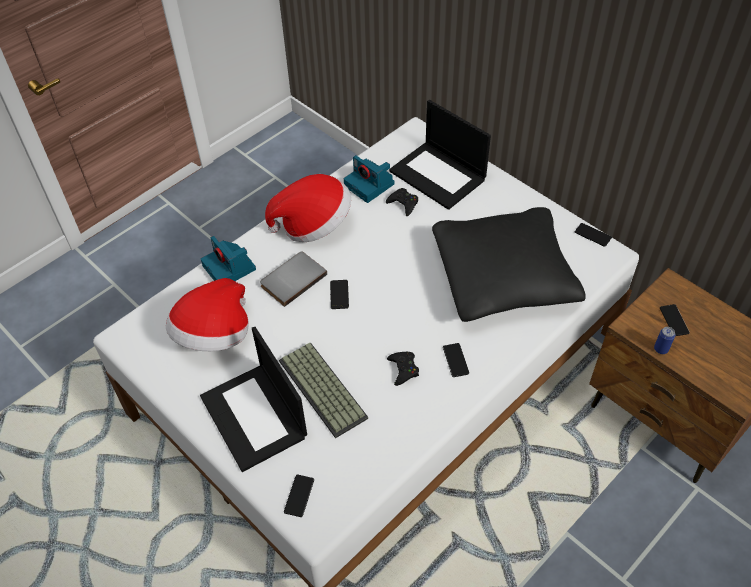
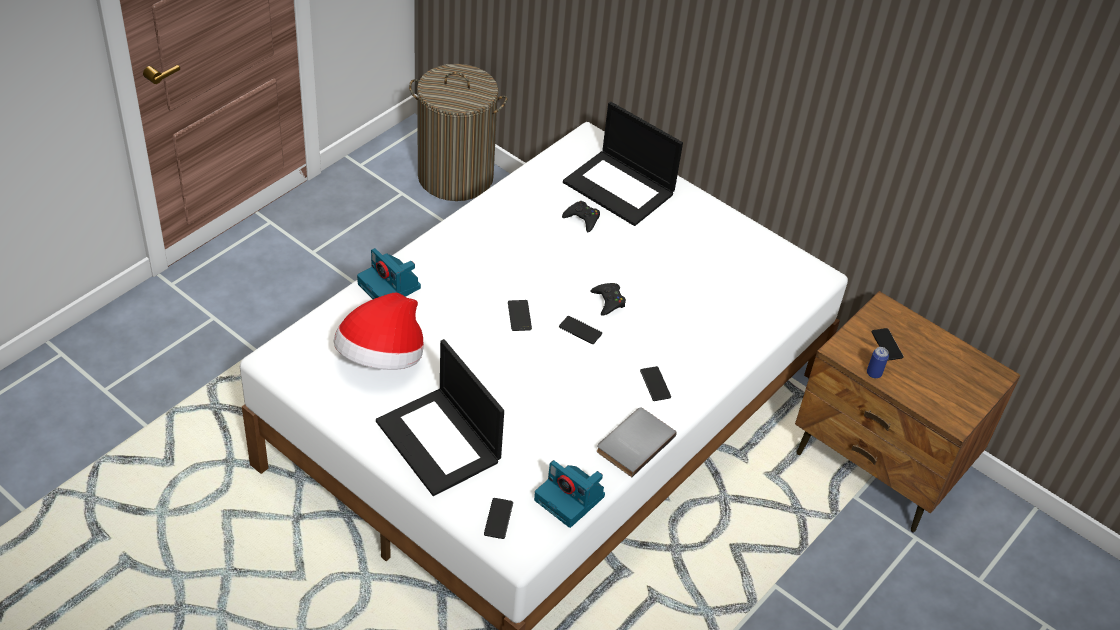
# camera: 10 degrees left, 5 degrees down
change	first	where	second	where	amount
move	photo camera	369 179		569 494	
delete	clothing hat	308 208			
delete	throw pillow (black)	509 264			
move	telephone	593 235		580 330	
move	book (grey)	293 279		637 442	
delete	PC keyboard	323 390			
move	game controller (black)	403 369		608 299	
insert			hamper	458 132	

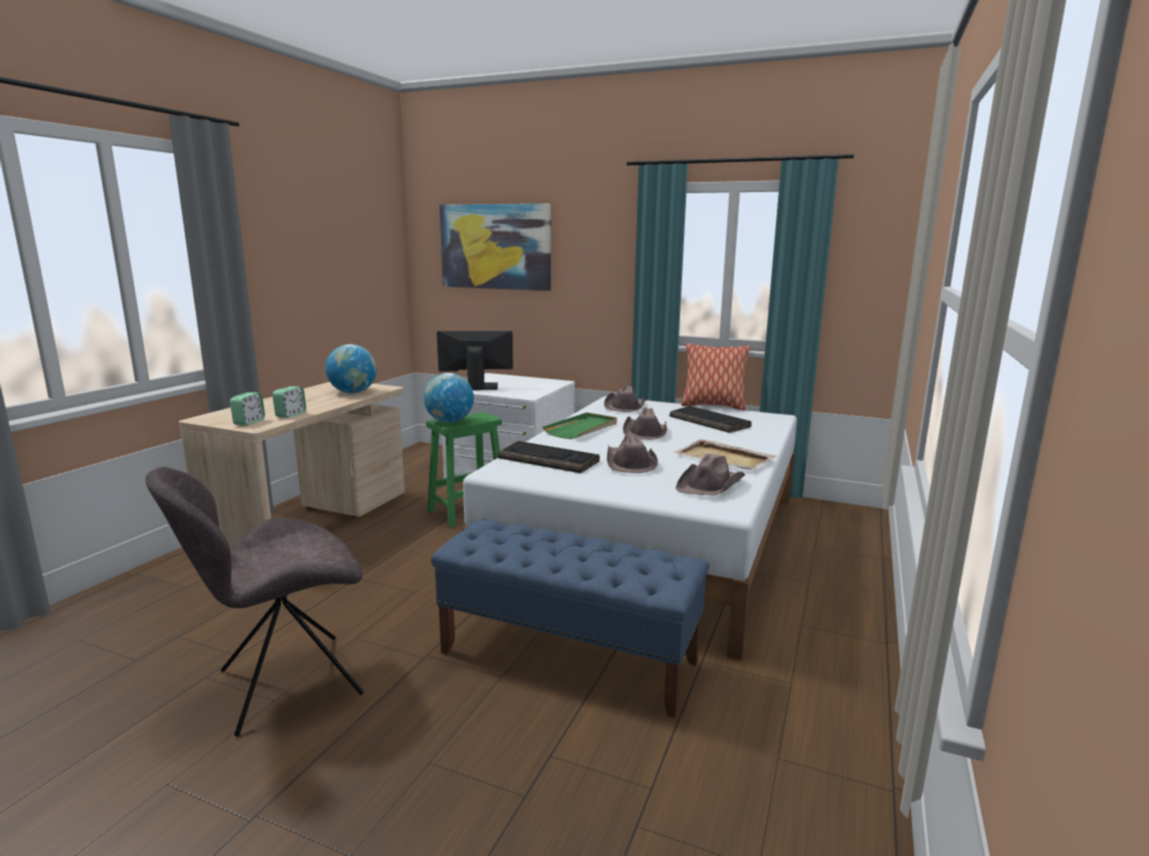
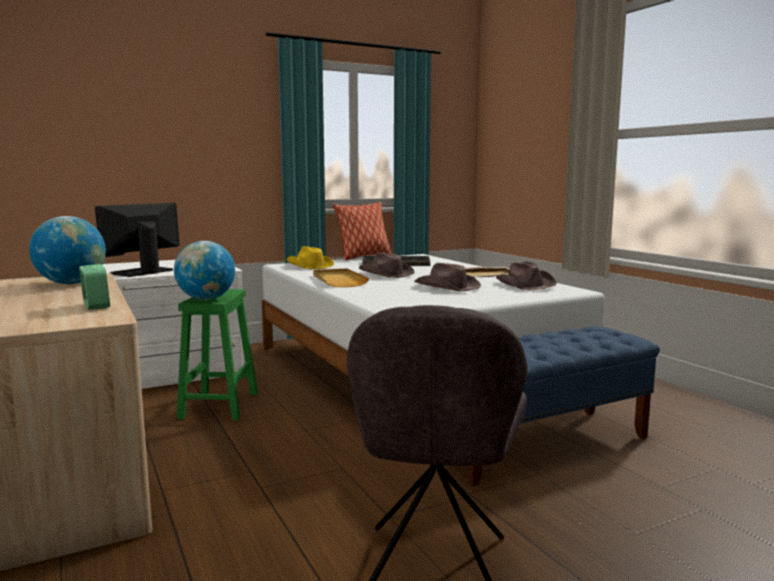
# camera: 50 degrees left, 5 degrees down
change	first	where	second	where	amount
delete	wall art	495 247			
recolor	clothing hat (brown)	624 398	clothing hat (yellow-coloured)	310 257	
delete	bedside clock	247 409			
recolor	carrying tray (green-coloured)	580 425	carrying tray (beige)	341 278	
delete	PC keyboard	549 457			

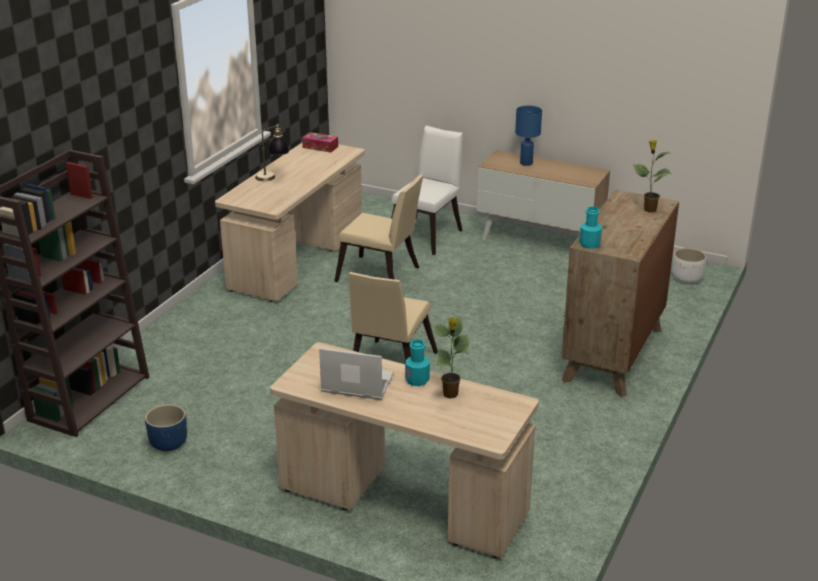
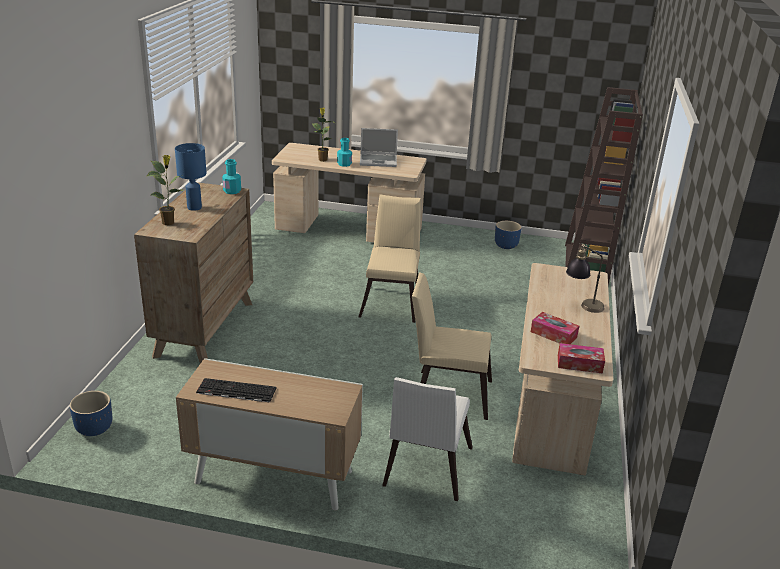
# camera: 165 degrees right, 0 degrees up
change	first	where	second	where	amount
move	lamp for a table (blue)	528 136		191 177	
recolor	flower pot (white)	689 266	flower pot (blue)	91 413	
insert			tissue holder	555 328	
insert			PC keyboard	236 390	

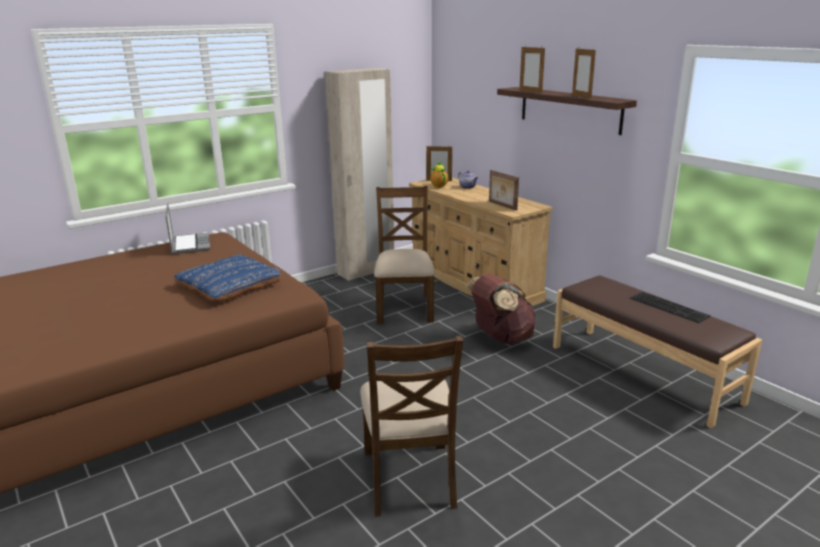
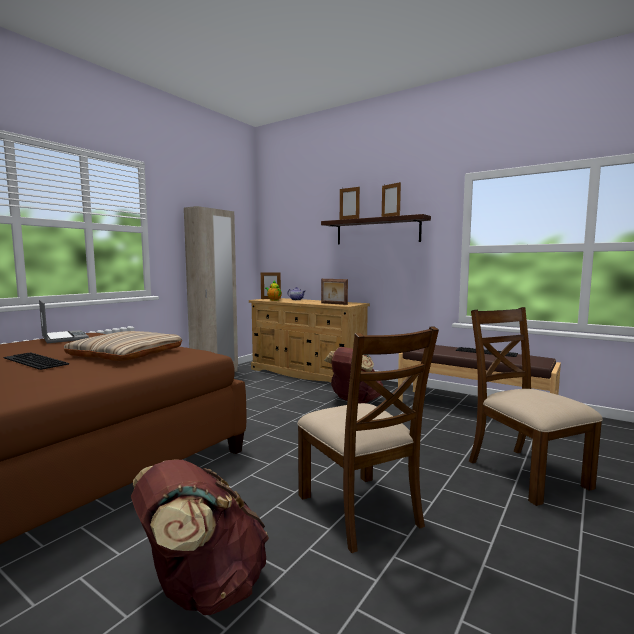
# camera: 20 degrees left, 15 degrees down
change	first	where	second	where	amount
move	plain chair (brown)	404 255		536 406	
recolor	throw pillow (blue)	228 278	throw pillow (beige)	123 346	
insert			PC keyboard	36 361	
insert			backpack (brown)	200 537	

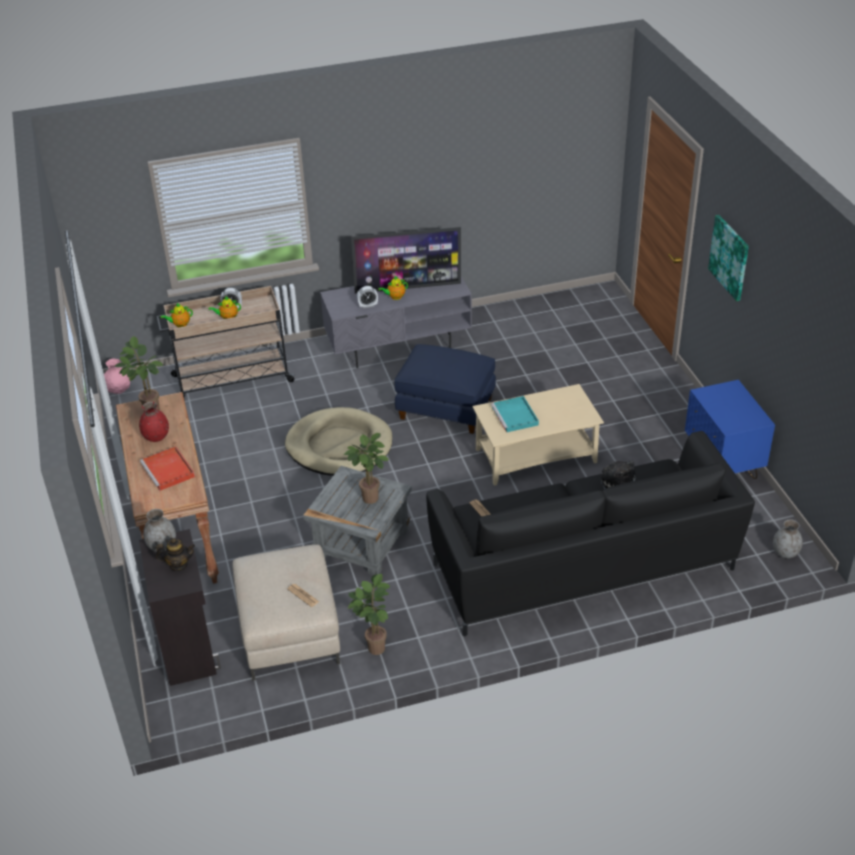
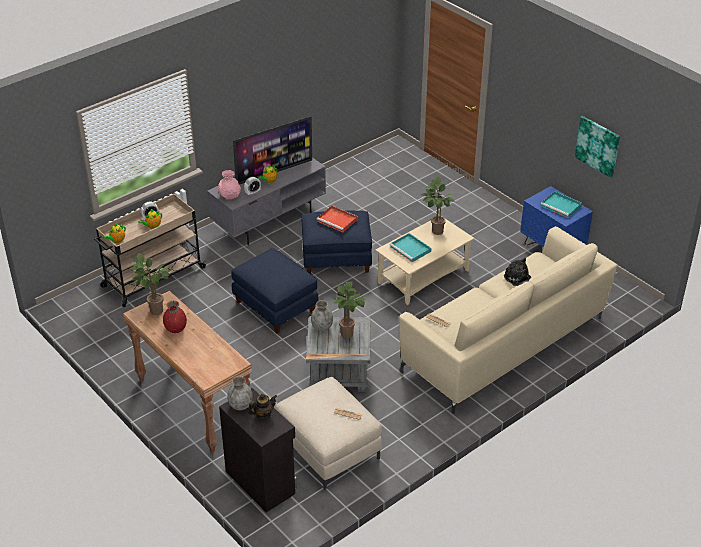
# camera: 25 degrees left, 0 degrees up
change	first	where	second	where	amount
move	wall art	728 258		597 147	
move	decorative vase (pinkish)	117 376		229 184	
replace	pet bed (beige)	338 441	footrest (blue)	274 290	
recolor	sofa (black)	590 533	sofa (beige)	508 320	
move	carrying tray (red)	167 468		337 219	
move	decorative vase (grey)	788 538		322 315	
move	potted plant	369 614		437 206	
insert			carrying tray (turquoise-coloured)	561 204	

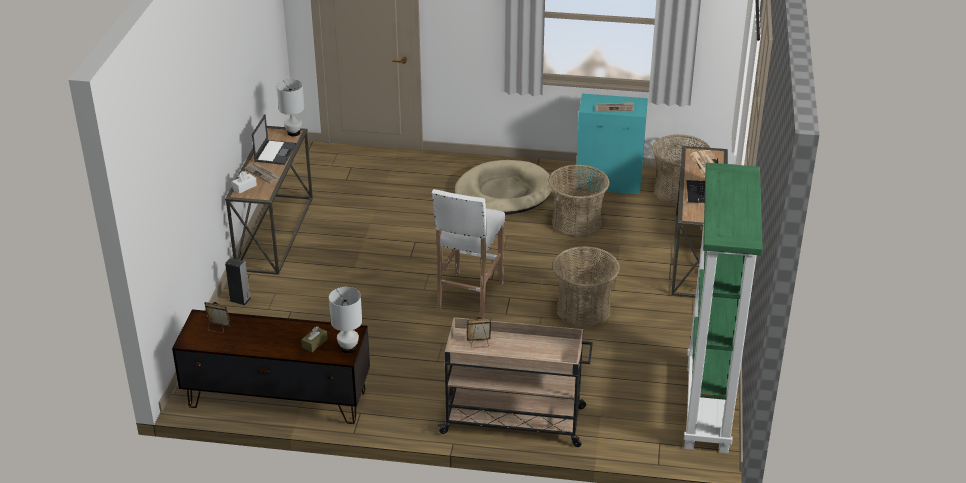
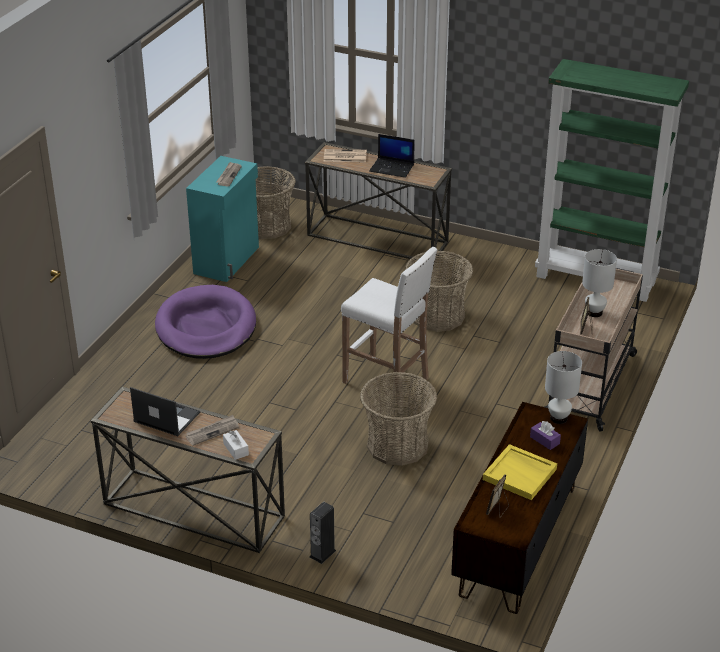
# camera: 75 degrees left, 0 degrees up
change	first	where	second	where	amount
move	lamp for a table (white)	290 107		599 283	
recolor	pet bed (beige)	504 187	pet bed (purple)	205 322	
move	storage basket	579 201		398 419	
recolor	tissue holder (brown)	314 339	tissue holder (purple)	545 435	
insert			carrying tray (yellow-coloured)	520 472	

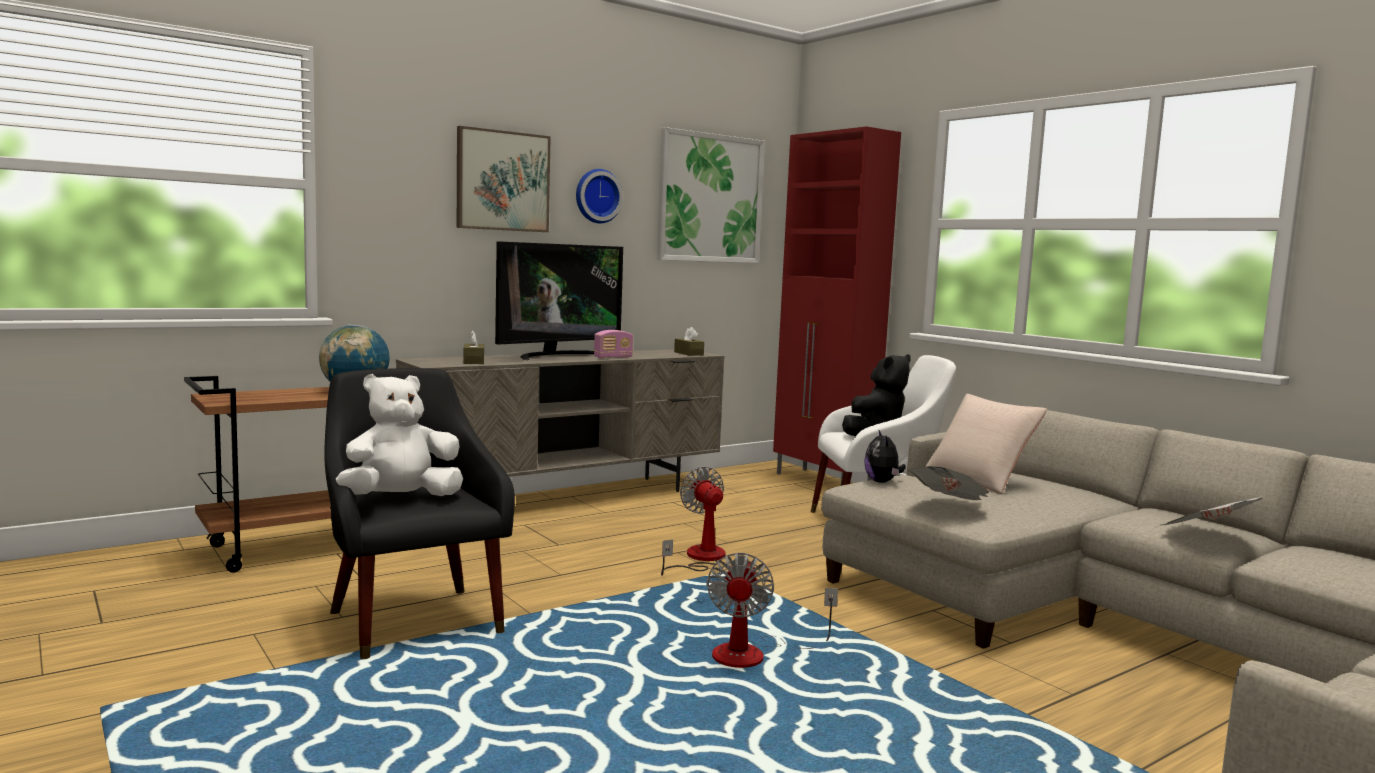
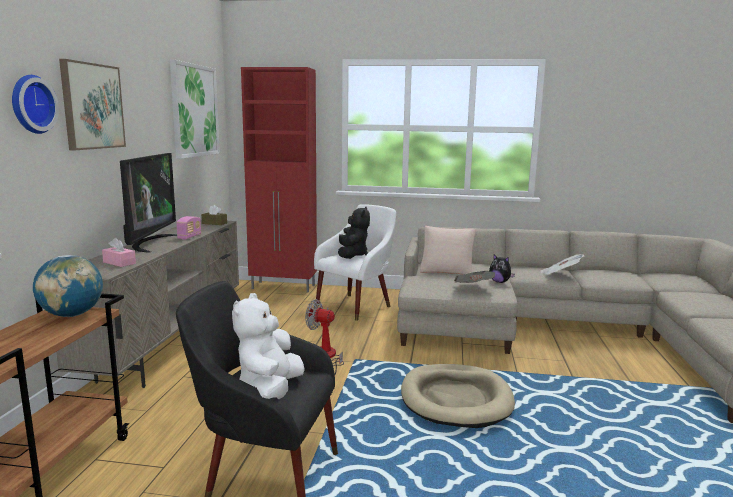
# camera: 45 degrees left, 5 degrees up
change	first	where	second	where	amount
move	hanging clock	599 196		35 104	
recolor	tissue holder (brown)	474 347	tissue holder (pinkish)	119 252	
move	soft toy	885 456		502 269	
replace	fan	772 610	pet bed (beige)	458 396	

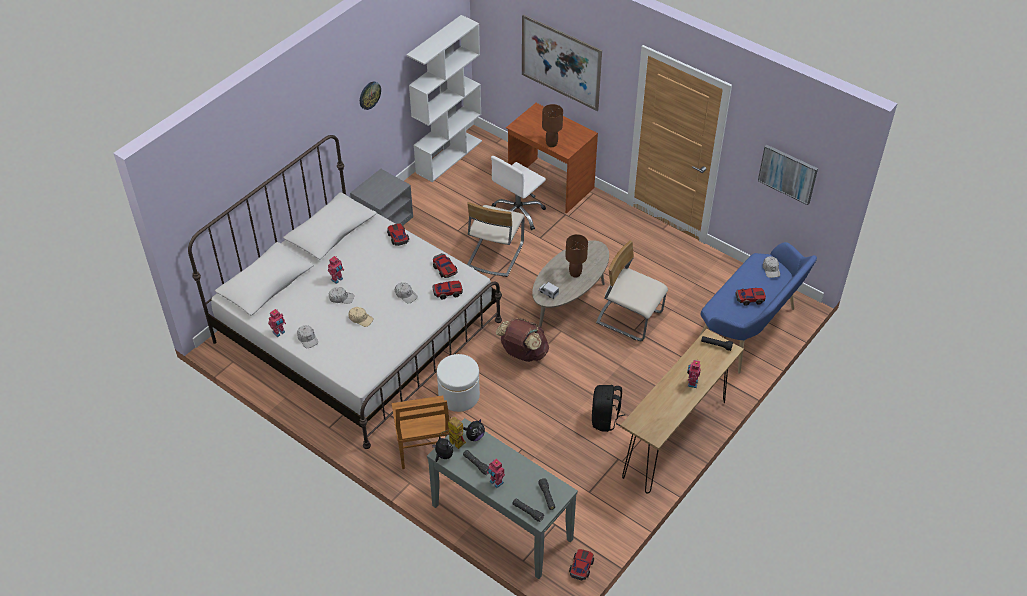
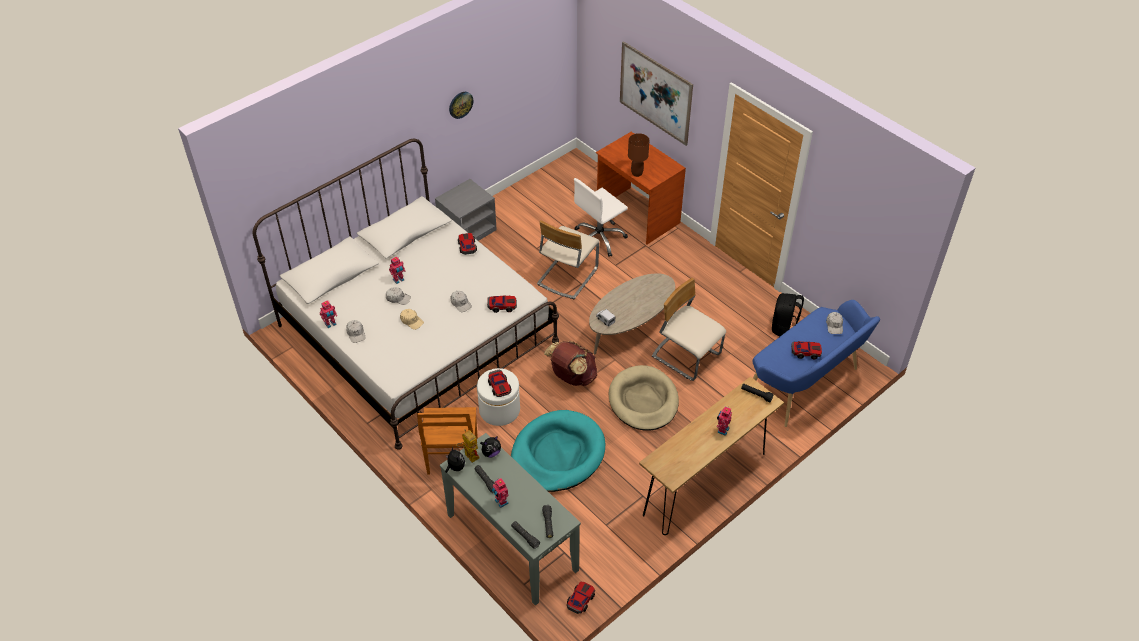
# camera: 10 degrees right, 0 degrees up
change	first	where	second	where	amount
delete	bookcase (white)	444 98			
delete	wall art	788 174			
delete	lamp for a table (brown)	576 256			
move	miniature car	445 265		499 383	
move	backpack (black)	608 408		788 314	
insert			pet bed (beige)	644 398	
insert			pet bed (turquoise-coloured)	558 451	

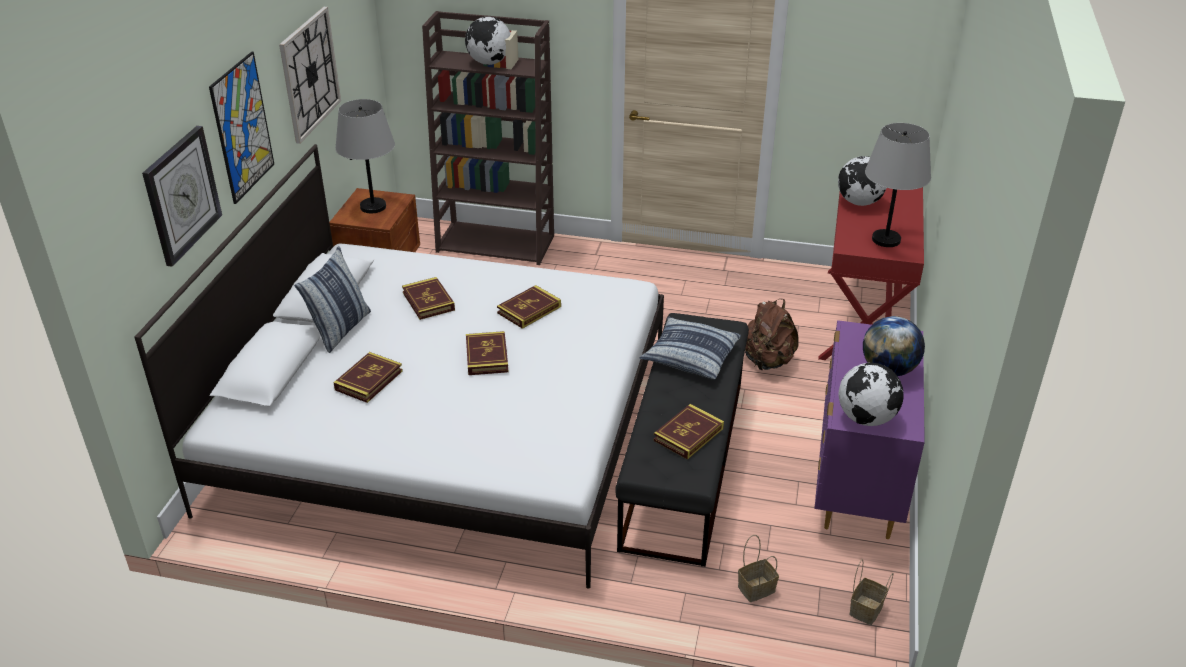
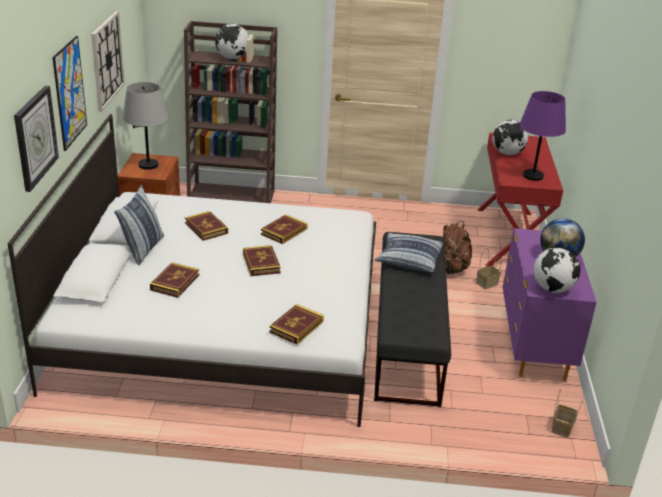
# camera: 10 degrees left, 5 degrees down
change	first	where	second	where	amount
recolor	lamp for a table (grey)	898 185	lamp for a table (purple)	542 136	
move	book	689 432		297 324	
move	storage basket	758 568		489 268	

